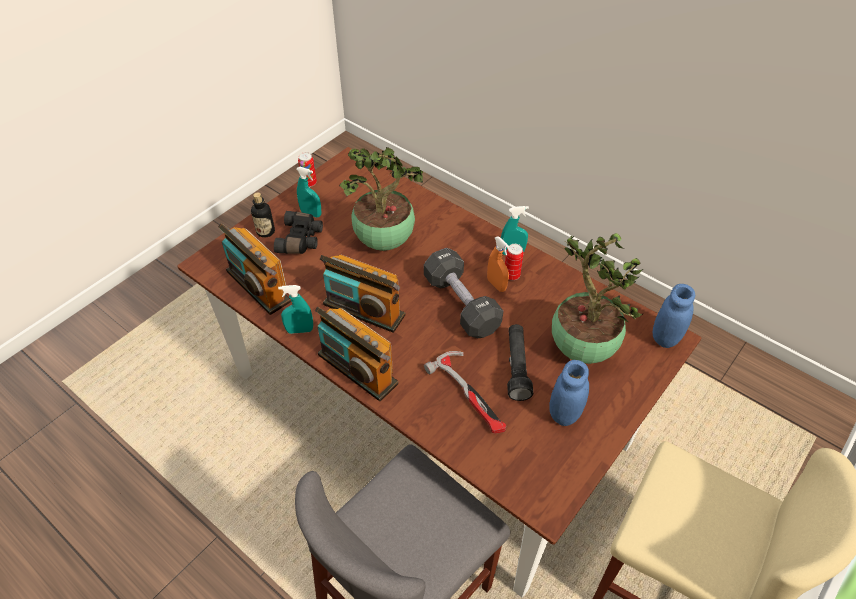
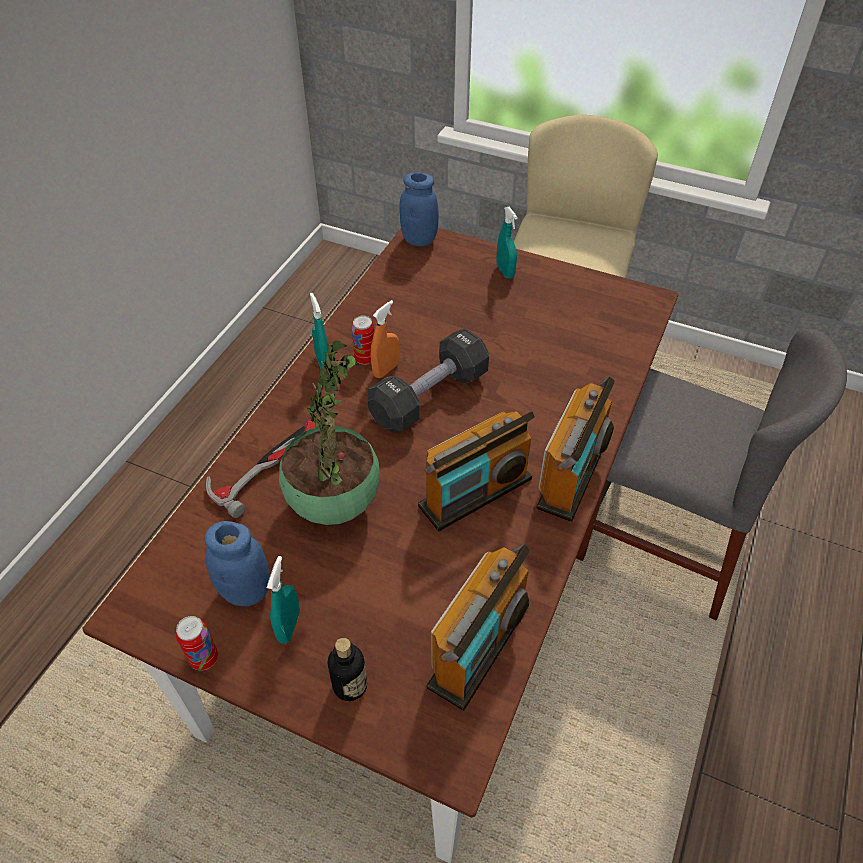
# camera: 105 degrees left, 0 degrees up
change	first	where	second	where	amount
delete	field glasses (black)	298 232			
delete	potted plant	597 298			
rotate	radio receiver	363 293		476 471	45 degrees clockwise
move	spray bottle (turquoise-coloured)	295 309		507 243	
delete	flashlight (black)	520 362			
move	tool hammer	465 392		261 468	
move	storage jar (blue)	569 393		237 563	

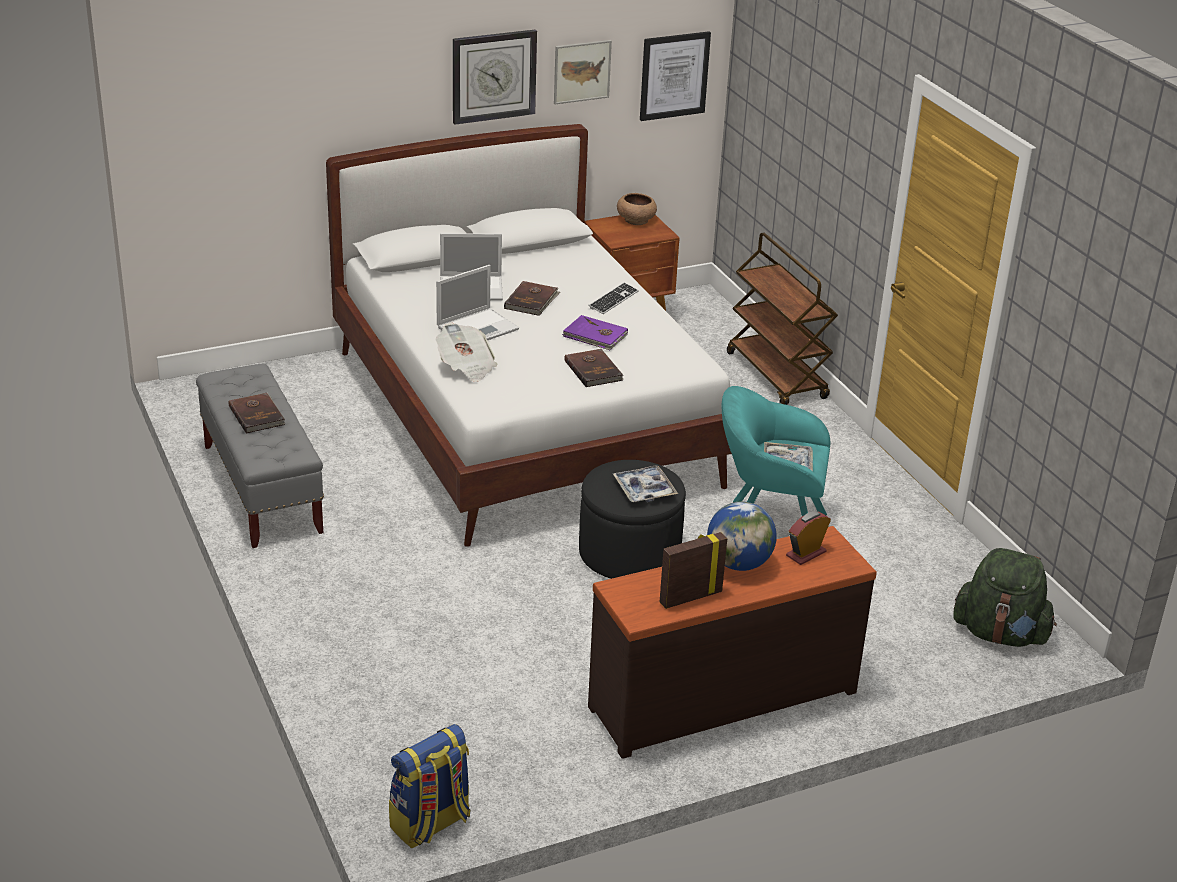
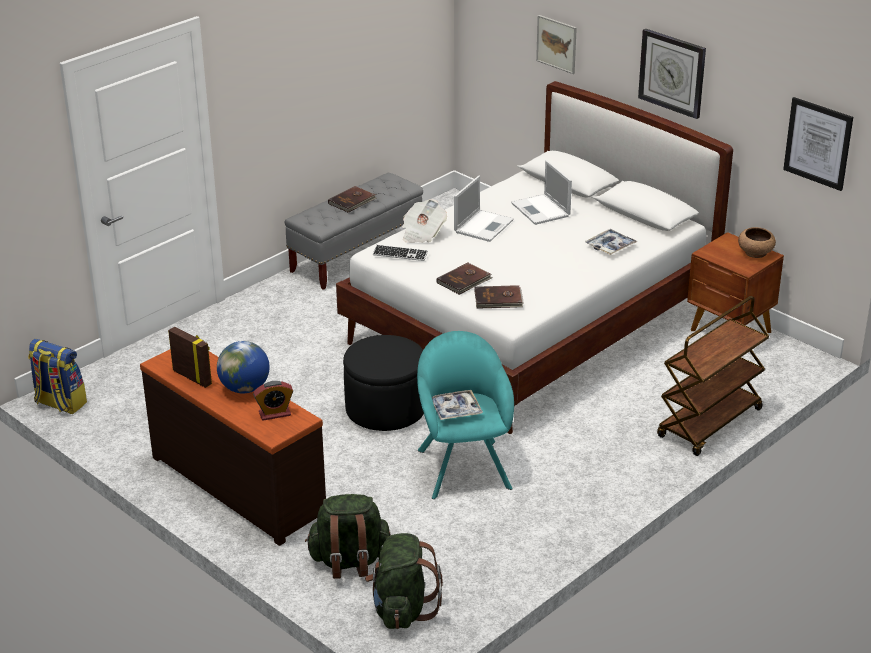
# camera: 70 degrees right, 0 degrees up
change	first	where	second	where	amount
move	wall art	583 72		556 44	
rotate	notebook computer	477 302		484 209	90 degrees counterclockwise
move	book (brown)	532 298		499 297	
move	PC keyboard	613 298		400 253	
delete	book (purple)	595 332			
move	carrying tray	645 483		611 242	
rotate	bedside clock	808 538		273 401	135 degrees clockwise
insert			backpack (green-coloured)	348 536	

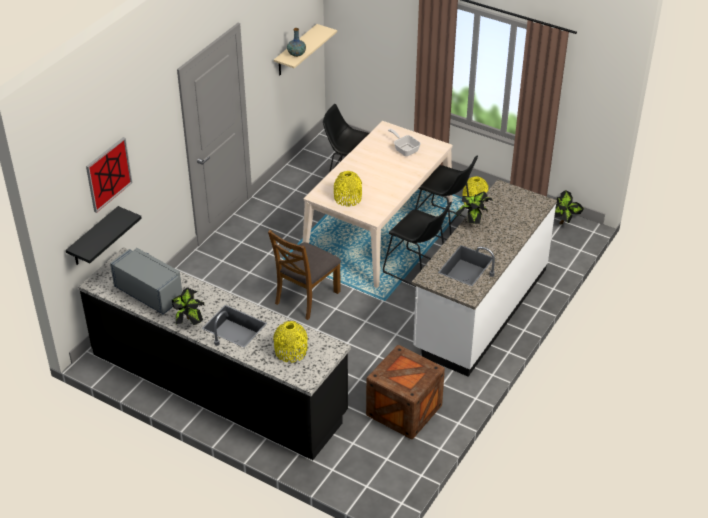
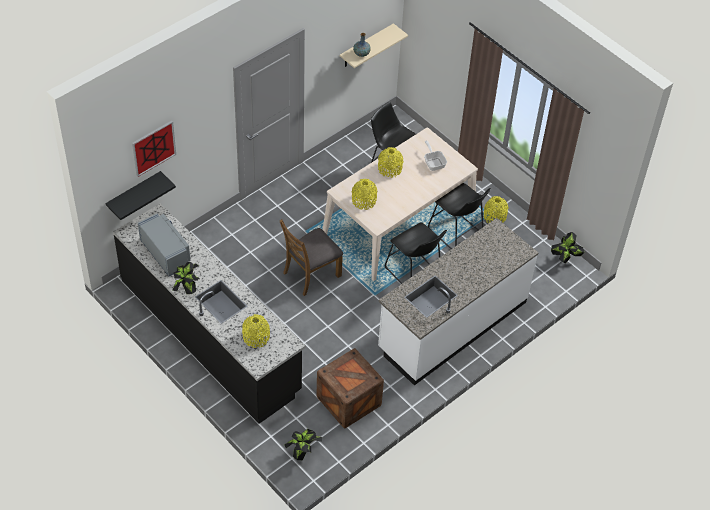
# camera: 15 degrees right, 10 degrees up
change	first	where	second	where	amount
move	potted plant	474 208		303 444	
insert			decorative vase (yellow-coloured)	391 162	

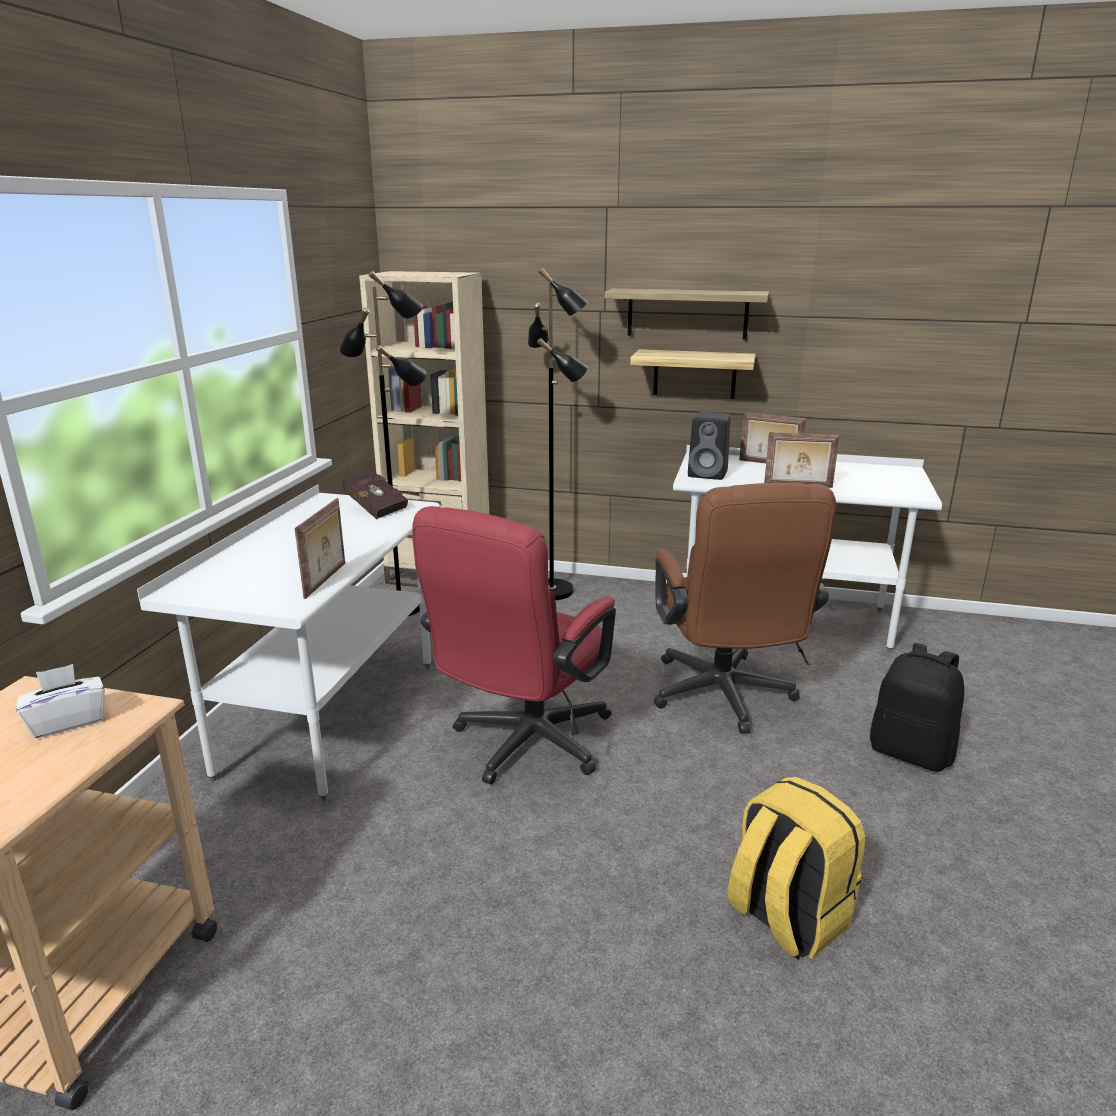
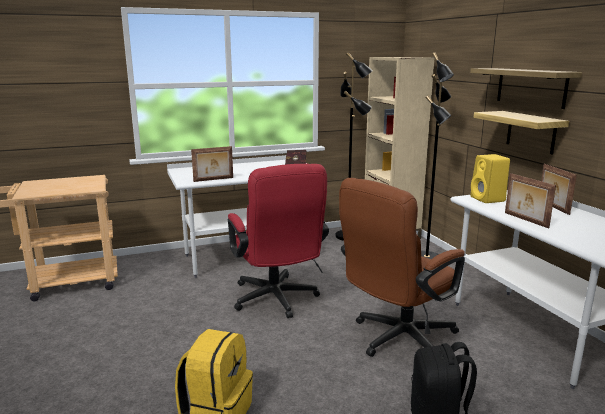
# camera: 55 degrees right, 5 degrees down
change	first	where	second	where	amount
recolor	speaker (black)	709 446	speaker (yellow-coloured)	490 178	
rotate	desk chair (red)	514 645		278 241	105 degrees counterclockwise
delete	tissue holder (white)	60 701			

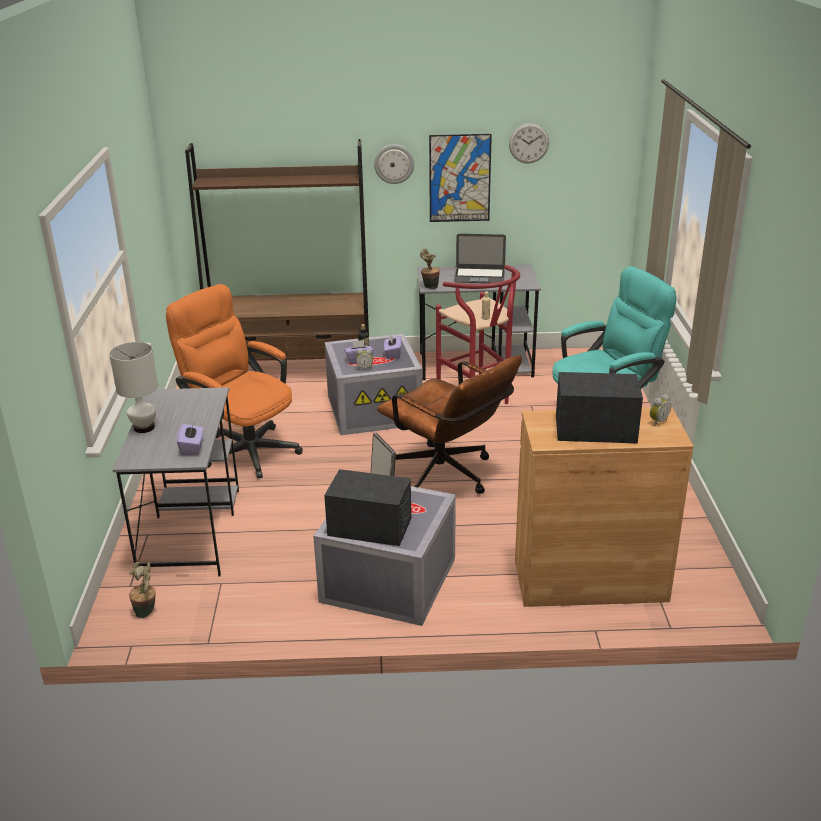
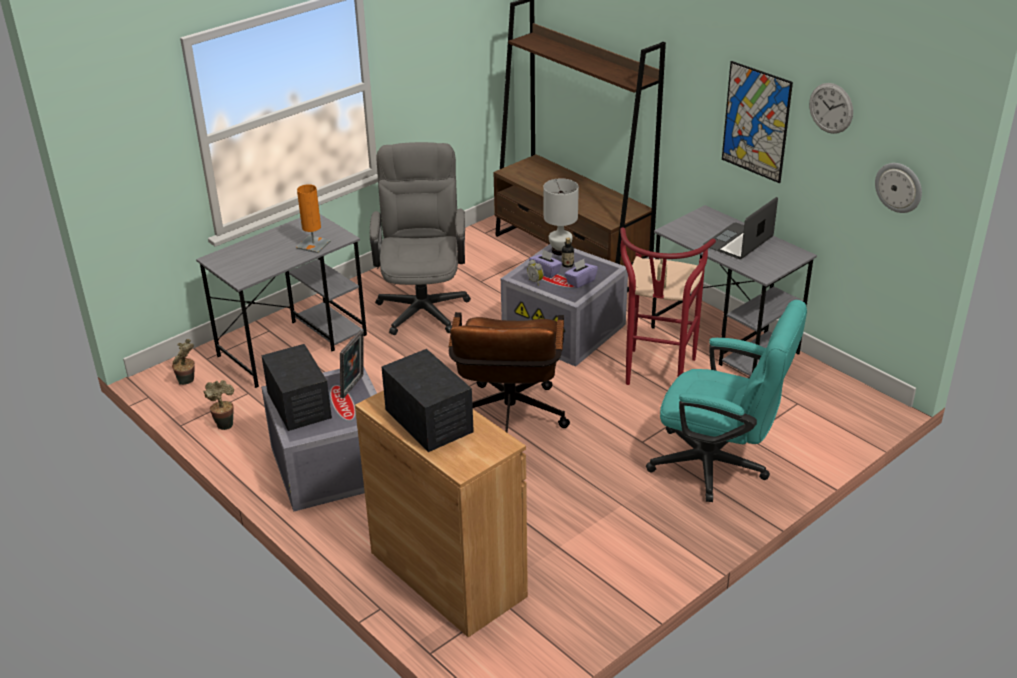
# camera: 50 degrees right, 5 degrees up
change	first	where	second	where	amount
move	hanging clock	394 164		898 188	
rotate	notebook computer	480 258		740 228	75 degrees clockwise
move	potted plant	430 268		218 405	
recolor	desk chair (orange)	234 381	desk chair (grey)	420 238	
move	lamp for a table (white)	133 387		561 216	
delete	bedside clock	660 410			
delete	tissue holder (purple)	190 439			
insert			lamp for a table (orange)	313 218	

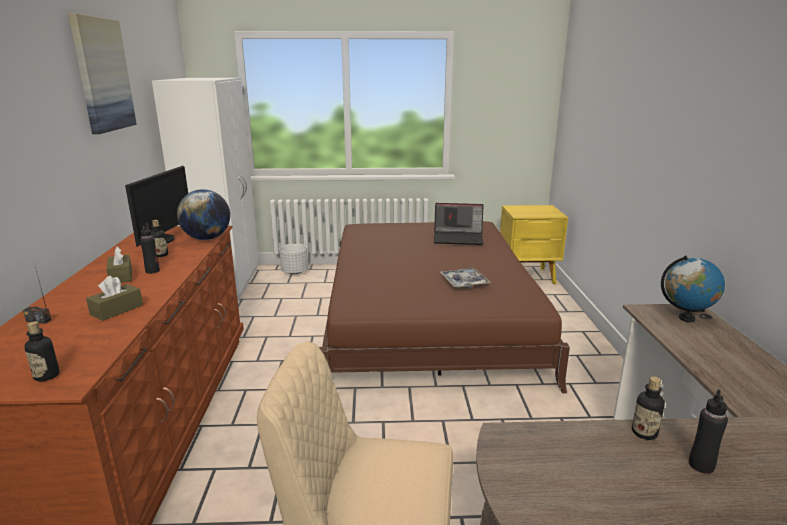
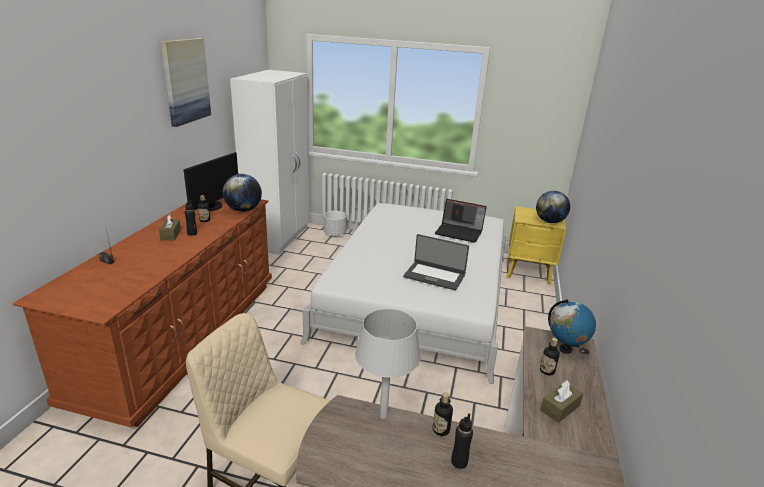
# camera: 15 degrees right, 5 degrees up
change	first	where	second	where	amount
recolor	bed (brown)	444 307	bed (white)	404 293	
replace	carrying tray	465 278	notebook computer	436 262	
move	tissue holder (brown)	114 298		562 401	
move	beverage bottle	42 351		550 357	
insert			world globe	553 207	
insert			lamp for a table (grey)	387 364	

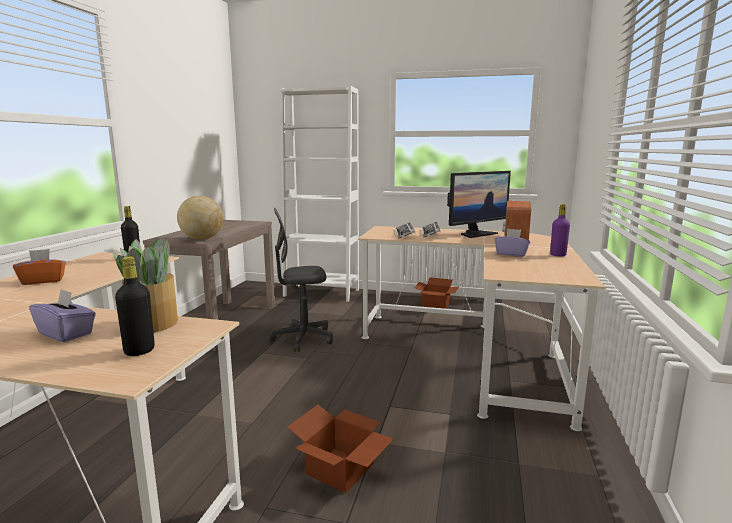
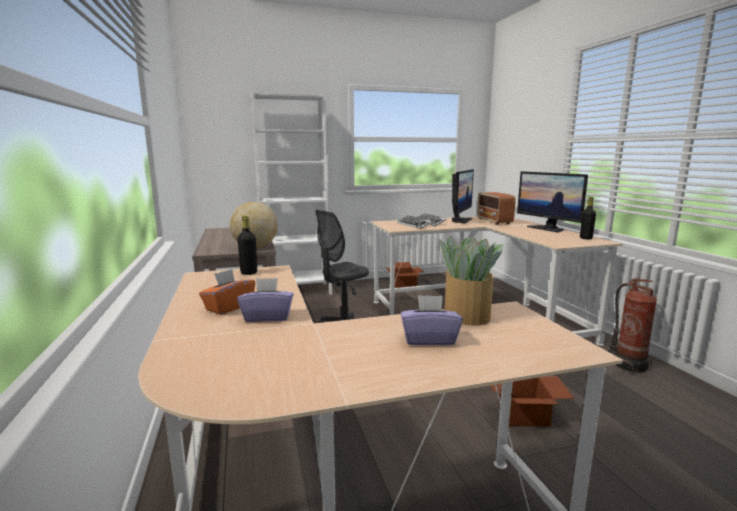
# camera: 30 degrees left, 0 degrees up
change	first	where	second	where	amount
replace	beverage bottle (purple)	560 230	computer display	552 201	
move	tissue holder (purple)	512 243		265 300	
move	beverage bottle (black)	135 306		588 218	
insert			fire extinguisher	632 326	

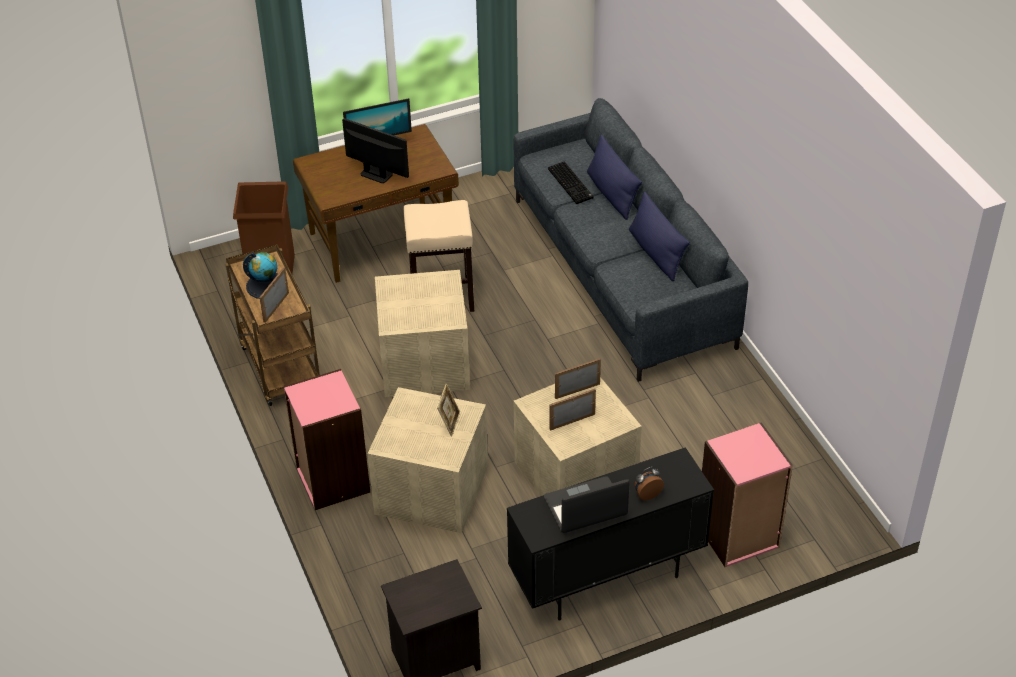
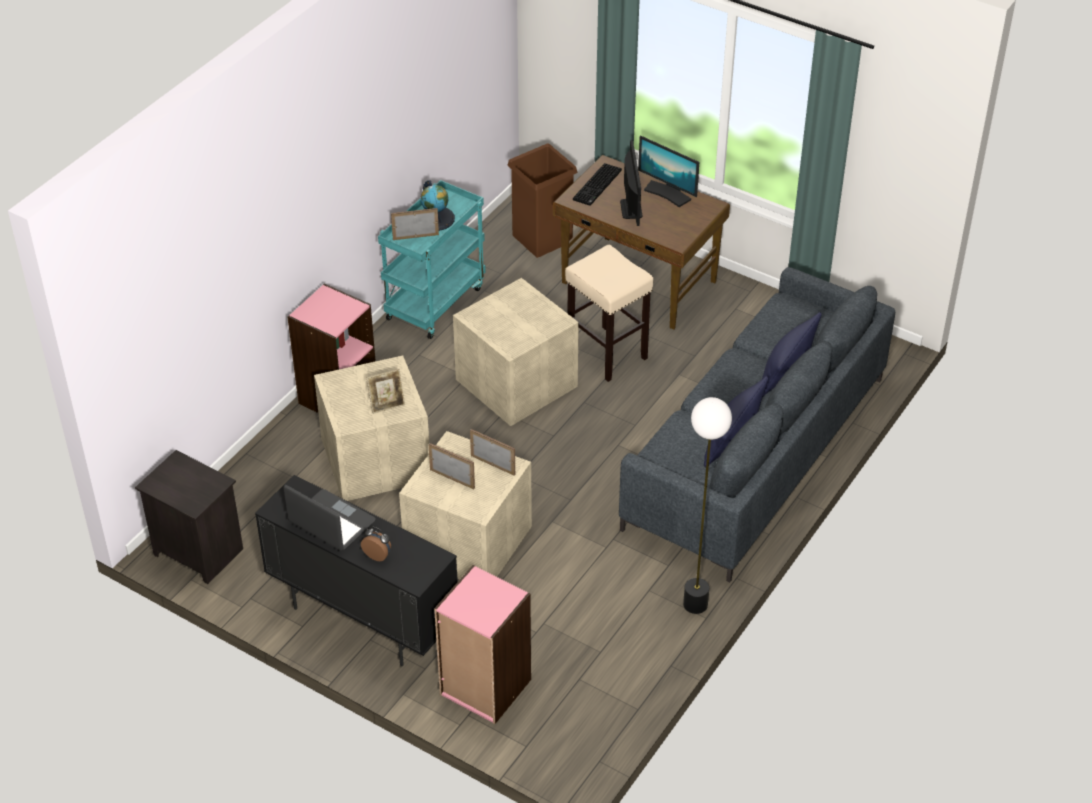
# camera: 55 degrees right, 0 degrees up
change	first	where	second	where	amount
move	PC keyboard	571 182		597 184	
recolor	trolley (brown)	273 325	trolley (turquoise-coloured)	432 259	
insert			floor lamp	707 505	

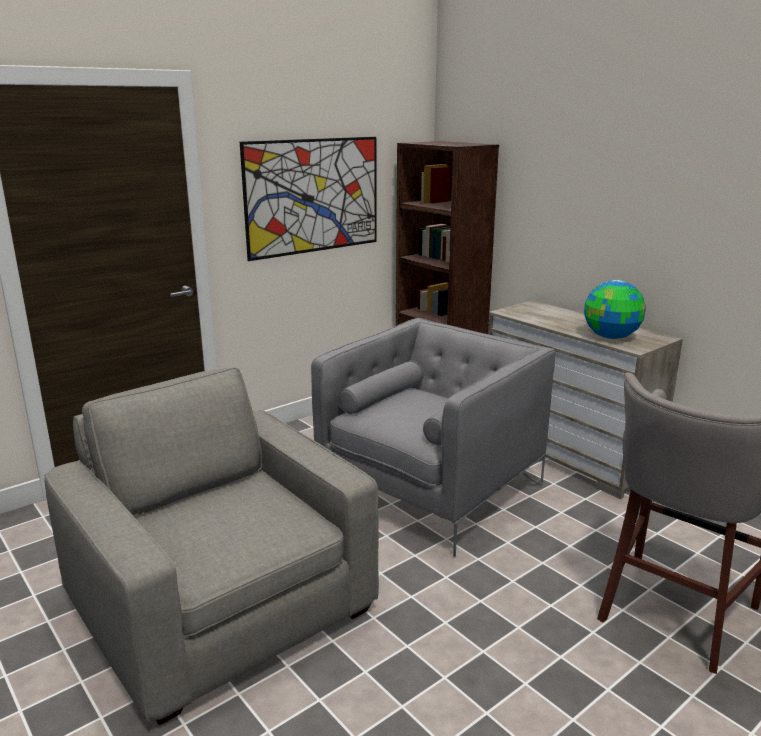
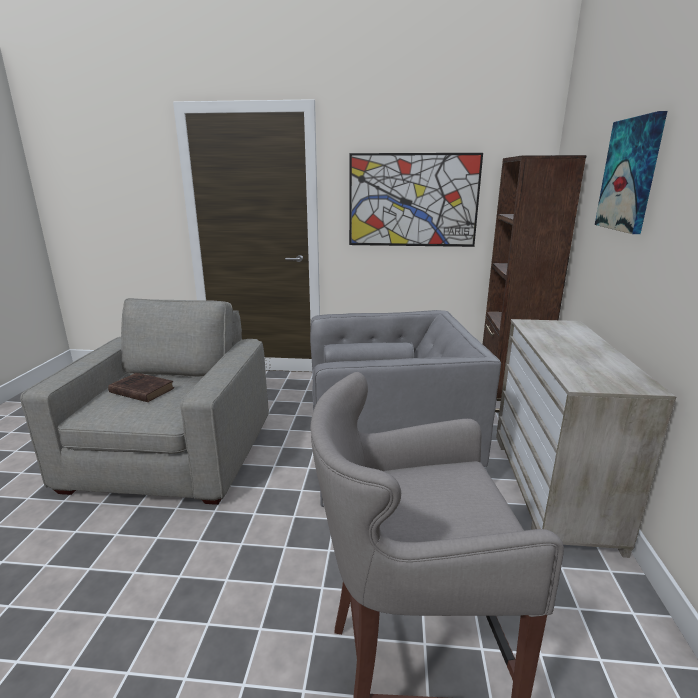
# camera: 45 degrees right, 0 degrees up
change	first	where	second	where	amount
delete	world globe	615 309			
insert			wall art	631 172	
insert			book (brown)	141 387	

